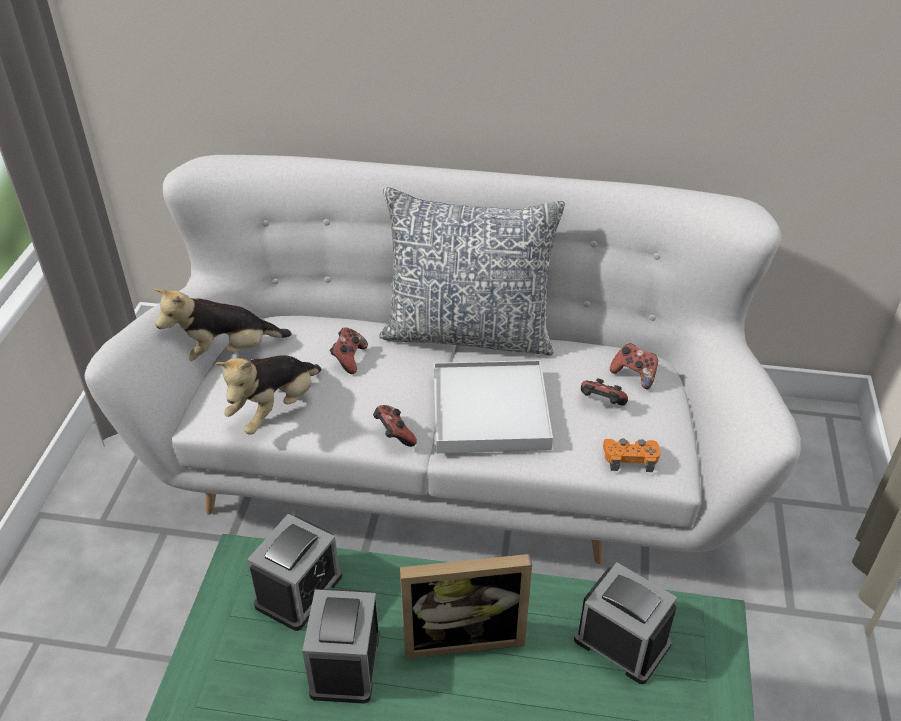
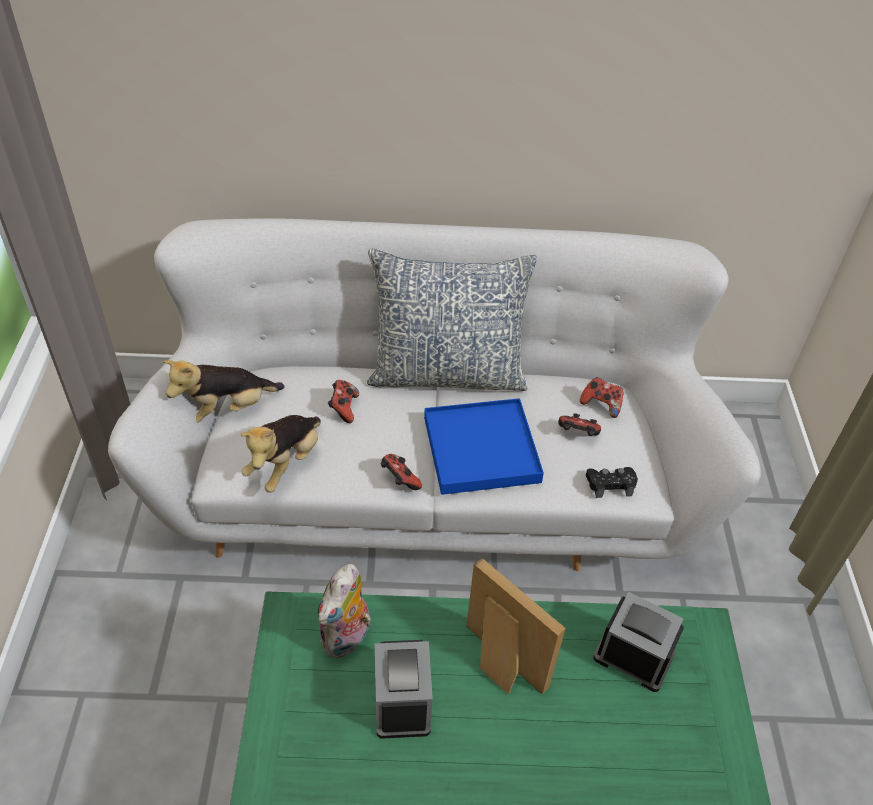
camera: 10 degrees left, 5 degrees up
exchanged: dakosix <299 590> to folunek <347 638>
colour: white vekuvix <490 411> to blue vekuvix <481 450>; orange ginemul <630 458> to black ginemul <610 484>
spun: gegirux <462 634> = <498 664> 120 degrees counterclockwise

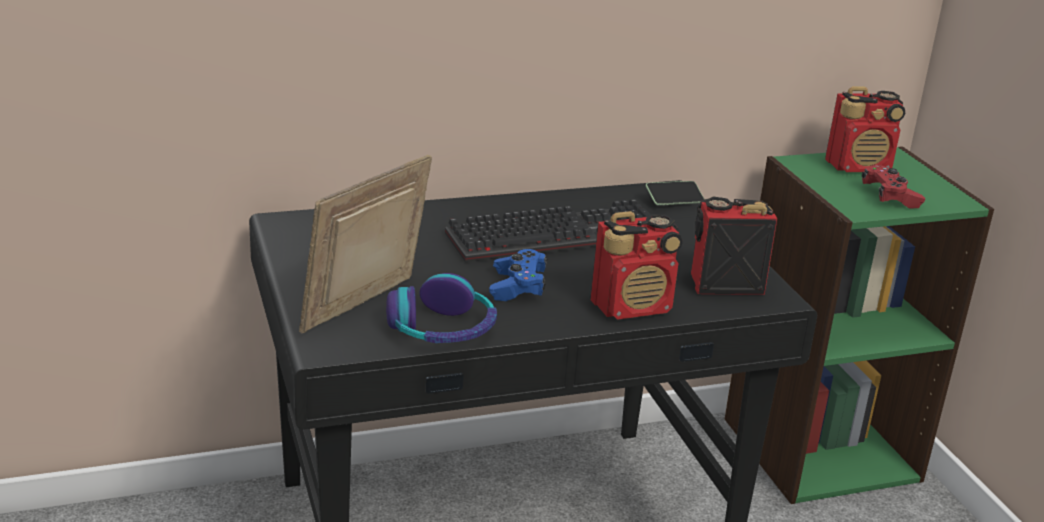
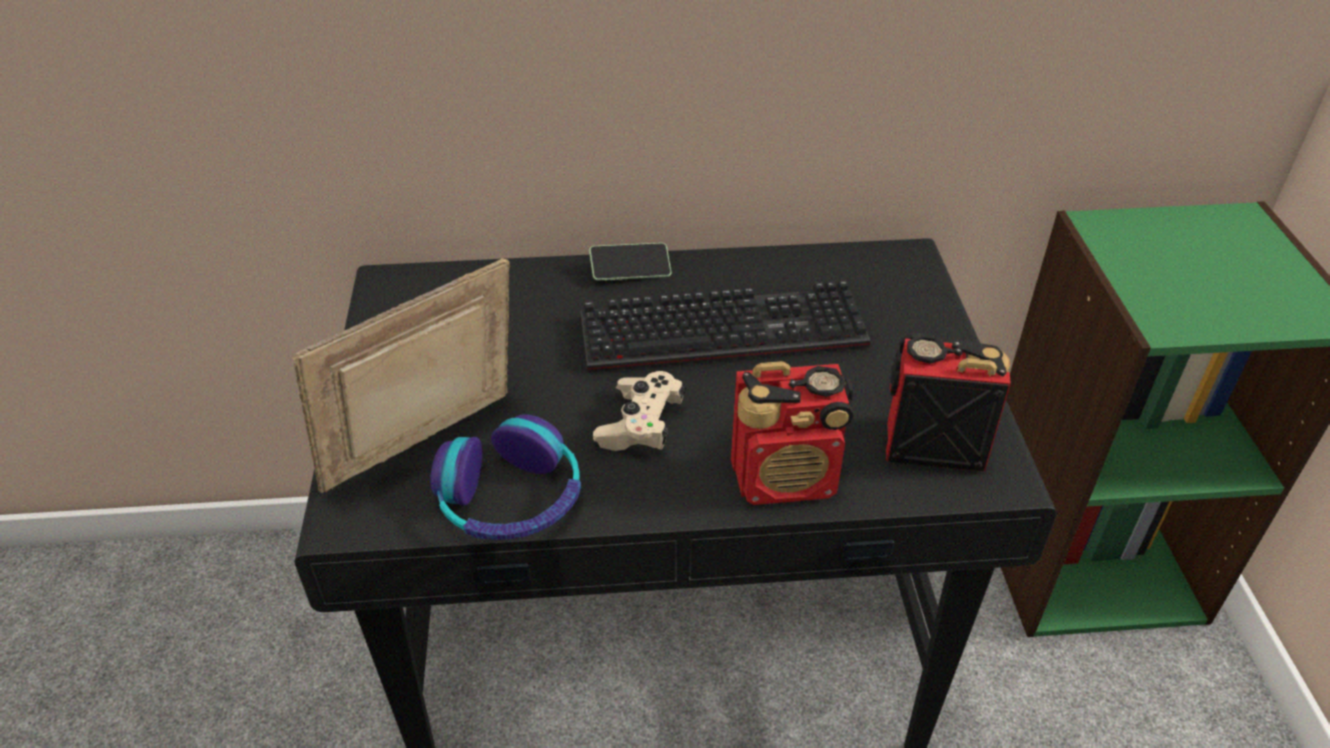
camera: 15 degrees right, 15 degrees up
missing: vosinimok <859 166>; red ginemul <890 197>
relocated: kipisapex <674 201> to <630 271>
colour: blue ginemul <517 287> to beige ginemul <640 425>

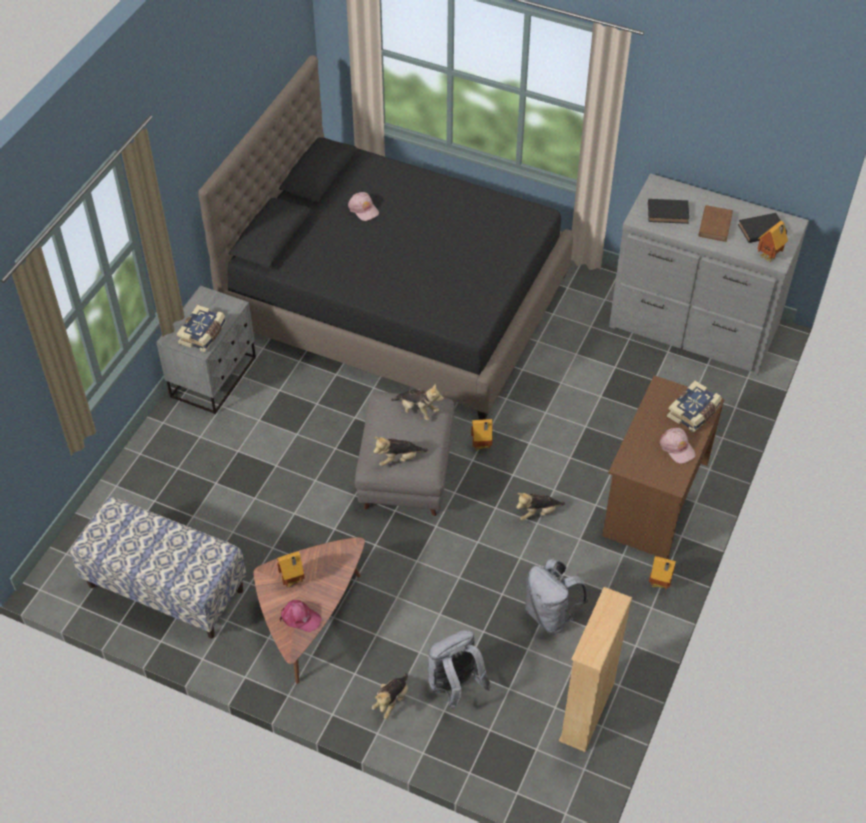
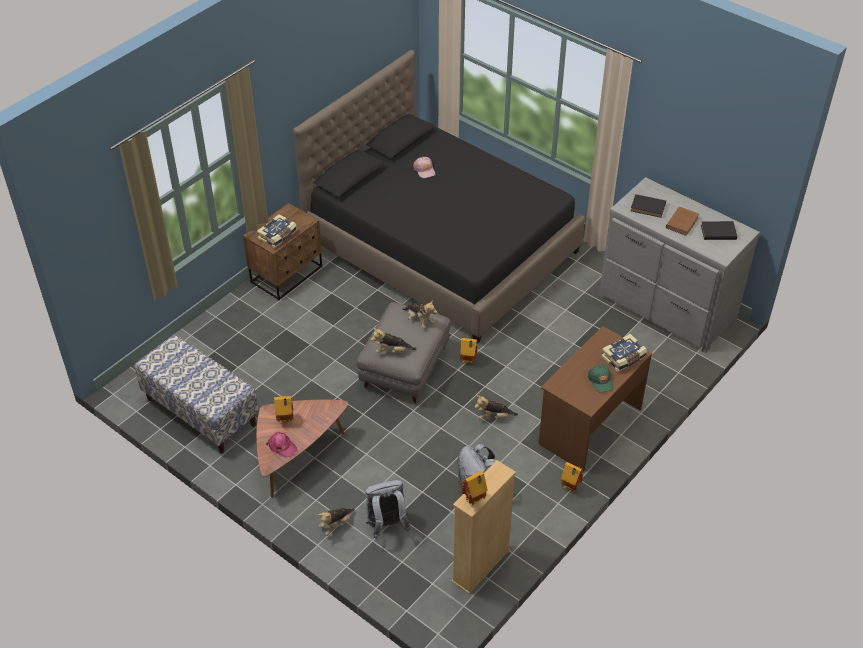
camera: 15 degrees right, 5 degrees down
relocated: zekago <769 257> to <474 500>
colour: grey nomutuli <214 377> to brown nomutuli <287 275>; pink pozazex <677 448> to green pozazex <601 380>

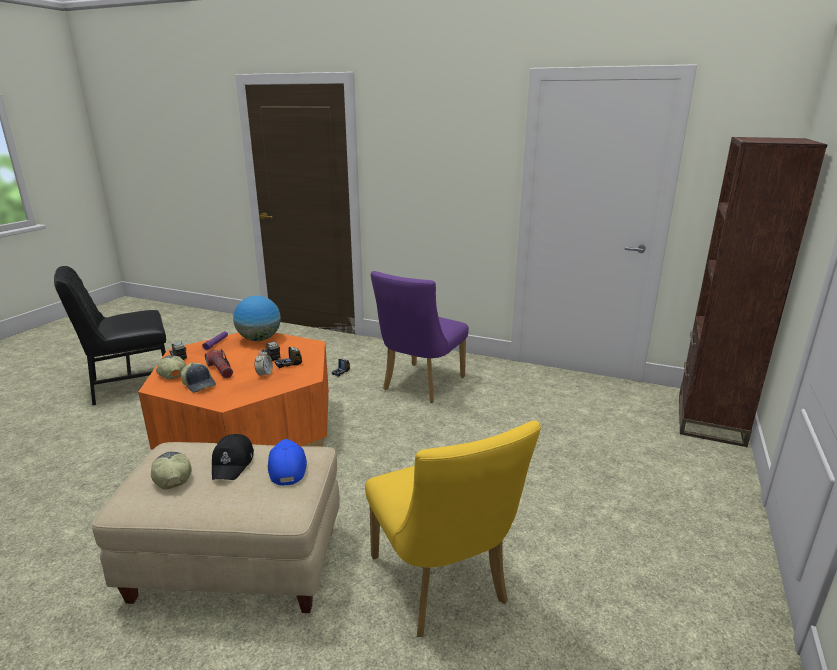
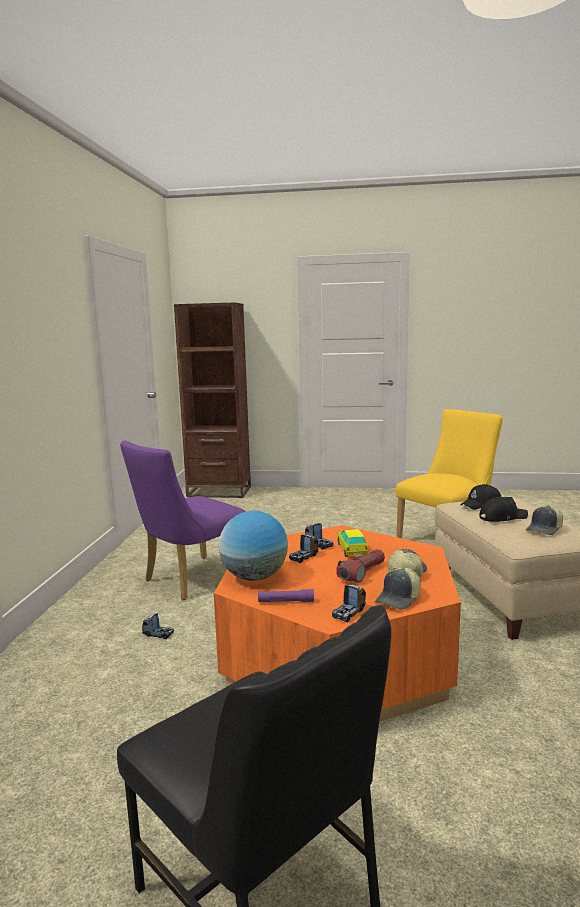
camera: 105 degrees left, 10 degrees down
exchanged: dakosix <264 374> to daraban <352 549>
colour: blue pozazex <287 467> to black pozazex <481 504>
spun: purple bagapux <420 385> = <189 580> 120 degrees clockwise

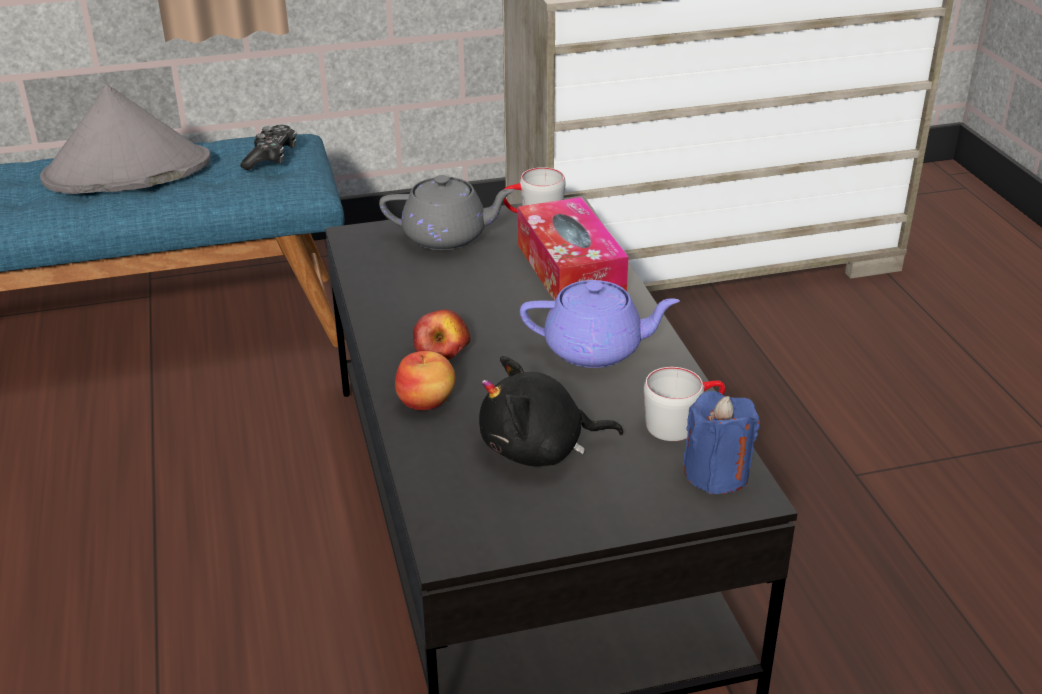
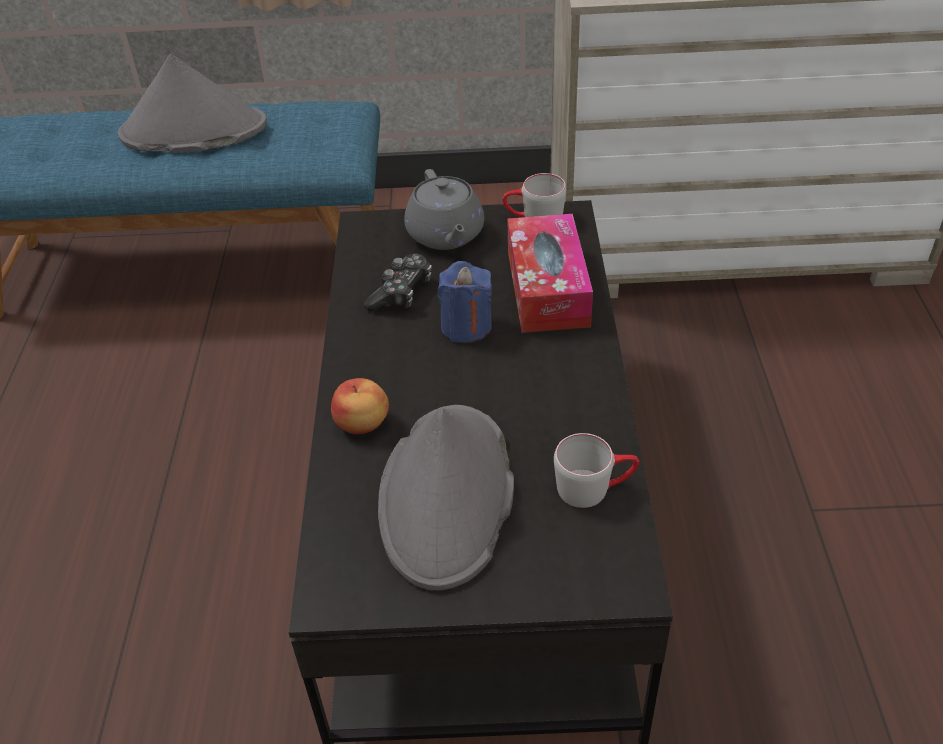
camera: 15 degrees right, 10 degrees up
missing: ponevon <442 349>; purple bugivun <596 349>
relocated: ginemul <271 158> to <401 293>; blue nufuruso <716 473> to <466 326>
exchanged: black folunek <539 449> to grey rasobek <447 496>
spun: grey bugivun <447 237> = <446 235> 60 degrees clockwise

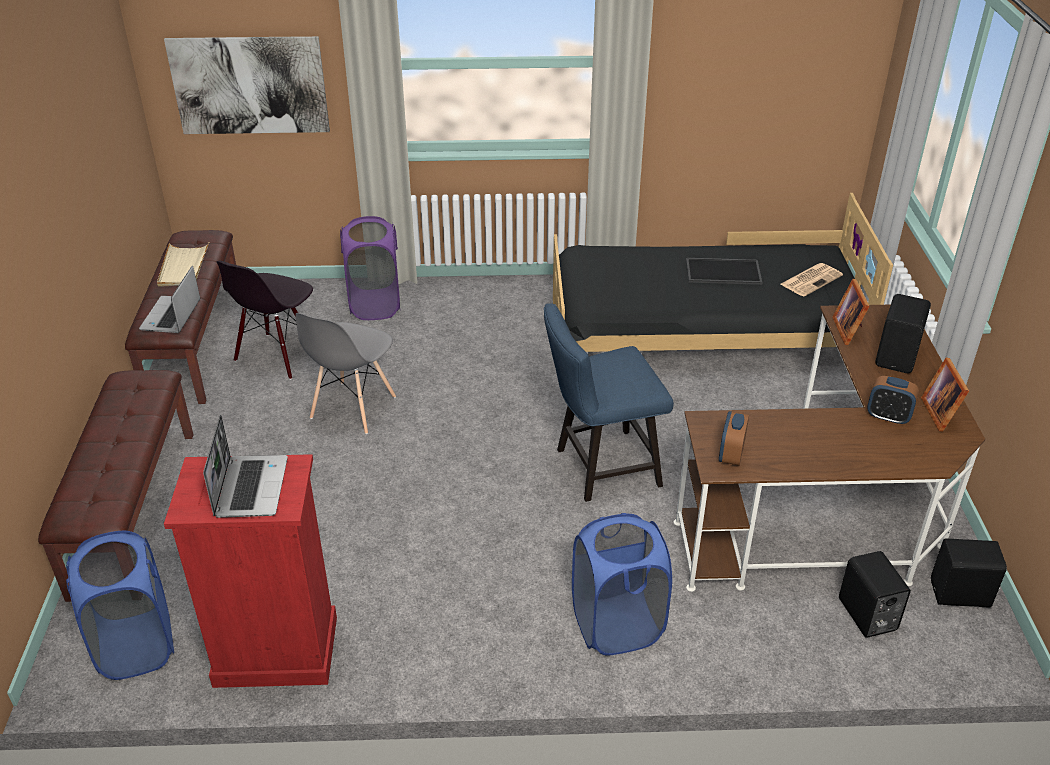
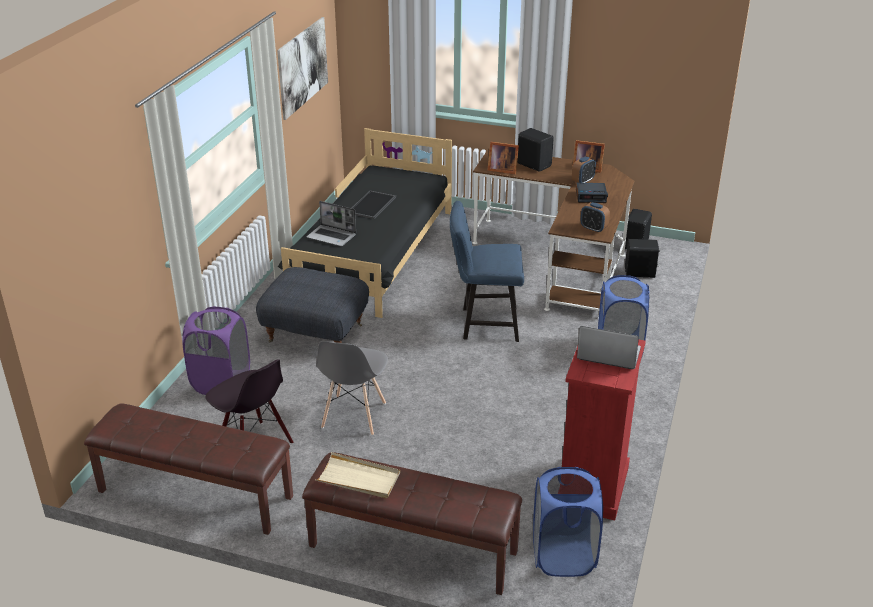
camera: 70 degrees left, 5 degrees down
missing: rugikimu <811 279>
appeared: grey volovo <316 333>; dakosix <591 196>
relocated: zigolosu <171 316> to <332 236>; beige vekuvix <183 267> to <359 478>; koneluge <249 85> to <303 67>
spun: grey bagapux <353 408> = <353 416> 60 degrees clockwise; blue bagapux <600 468> = <484 324> 90 degrees clockwise

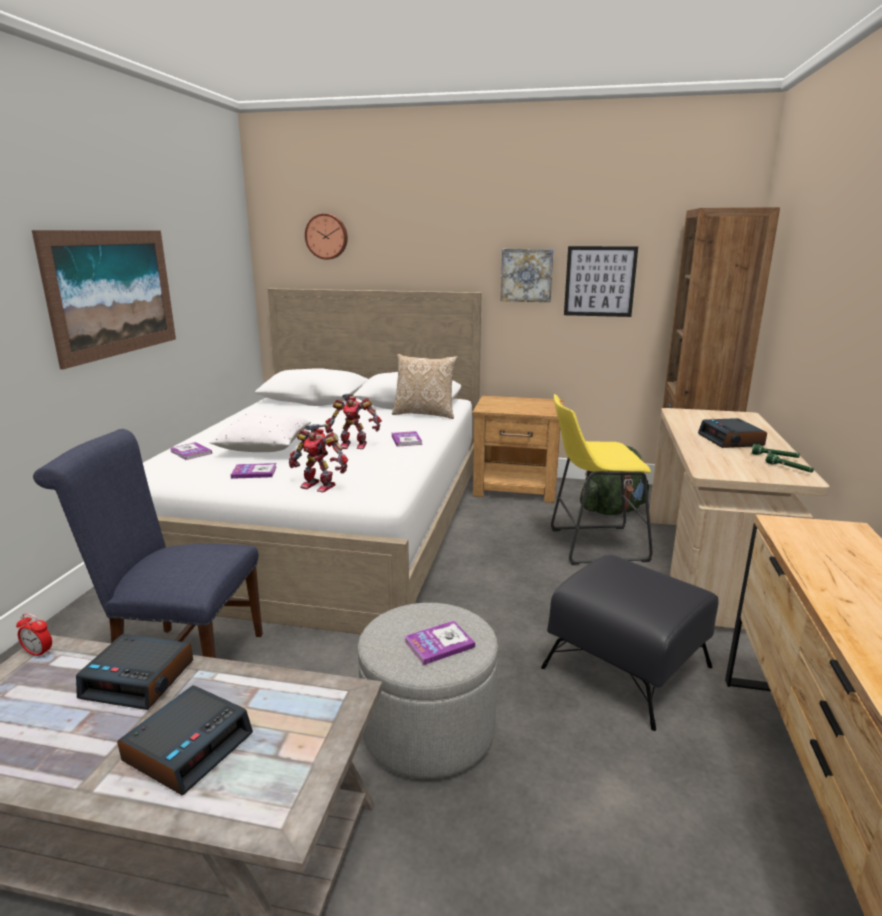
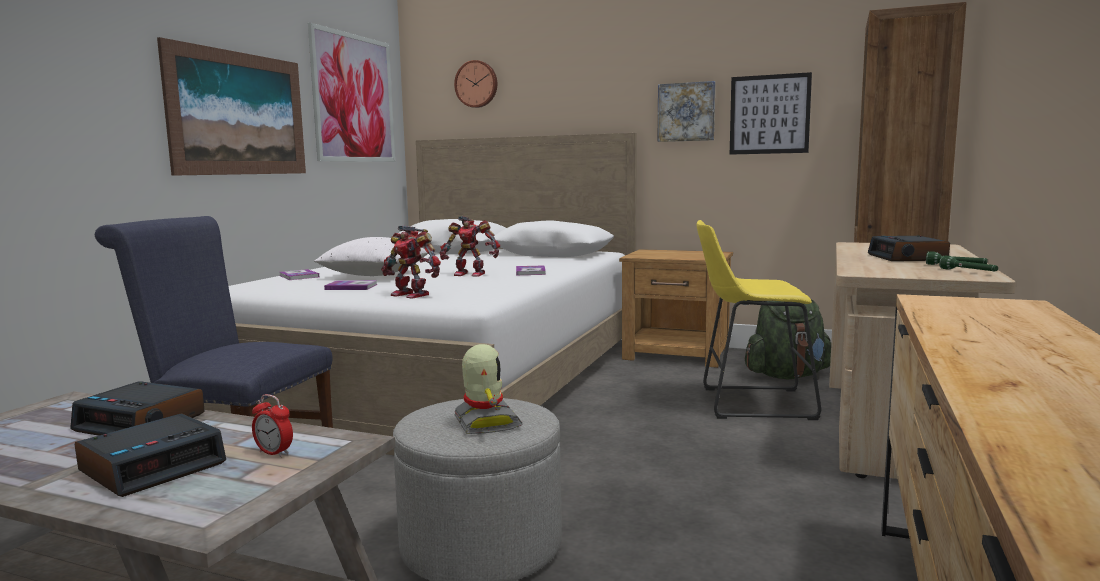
camera: 10 degrees right, 10 degrees down
missing: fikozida <425 414>; black volovo <627 668>
appeared: koneluge <354 98>
relocated: dakosix <38 653> to <274 453>
exchanged: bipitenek <439 644> to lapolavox <485 423>

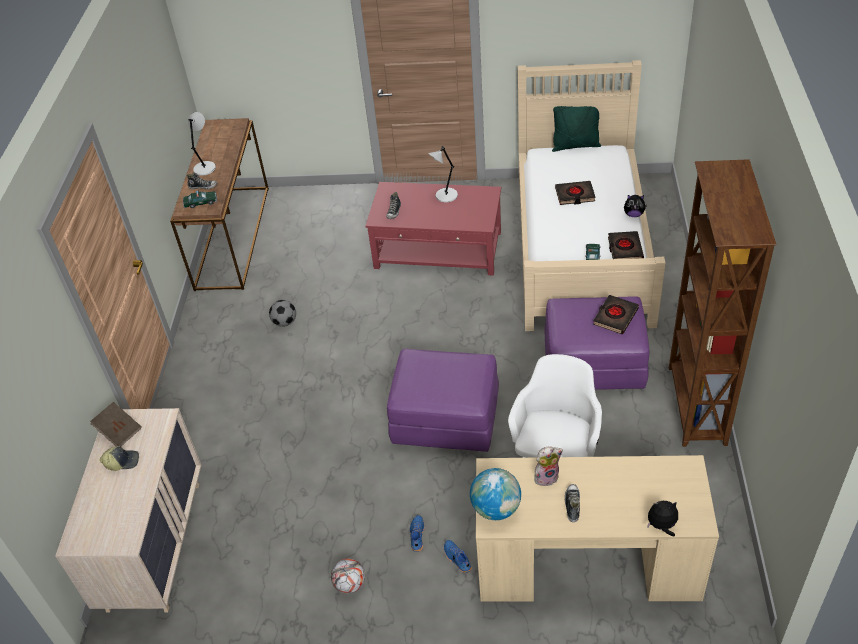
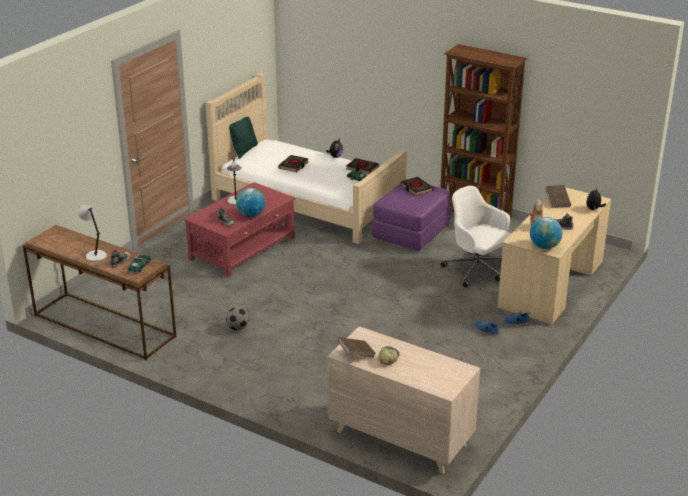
camera: 65 degrees left, 15 degrees down
missing: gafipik <350 584>; purple volovo <444 419>
appeared: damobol <251 215>; brown bipitenek <557 202>

